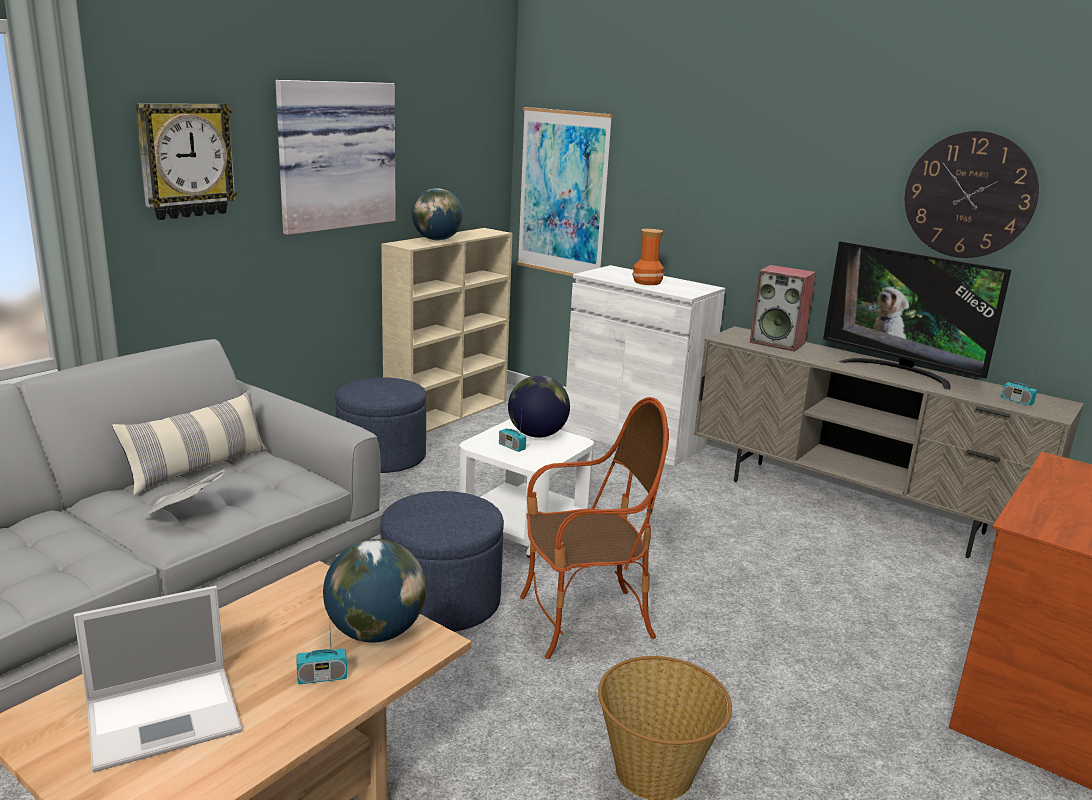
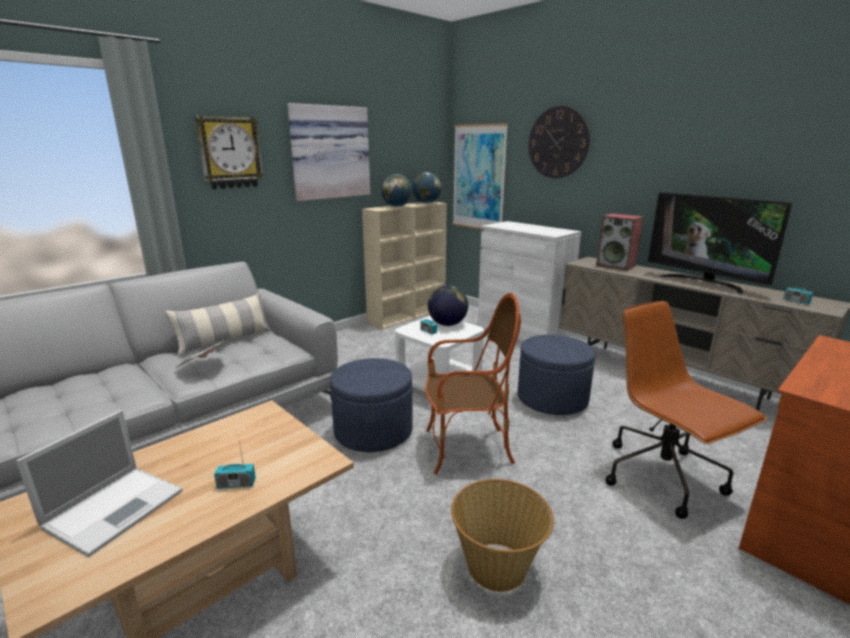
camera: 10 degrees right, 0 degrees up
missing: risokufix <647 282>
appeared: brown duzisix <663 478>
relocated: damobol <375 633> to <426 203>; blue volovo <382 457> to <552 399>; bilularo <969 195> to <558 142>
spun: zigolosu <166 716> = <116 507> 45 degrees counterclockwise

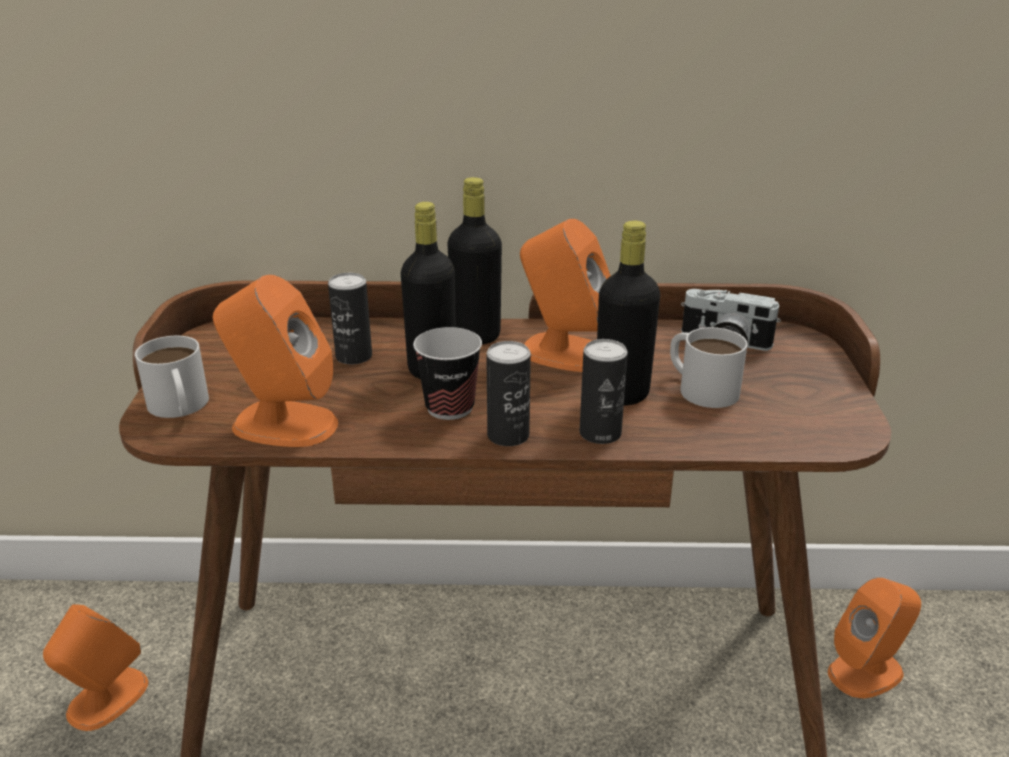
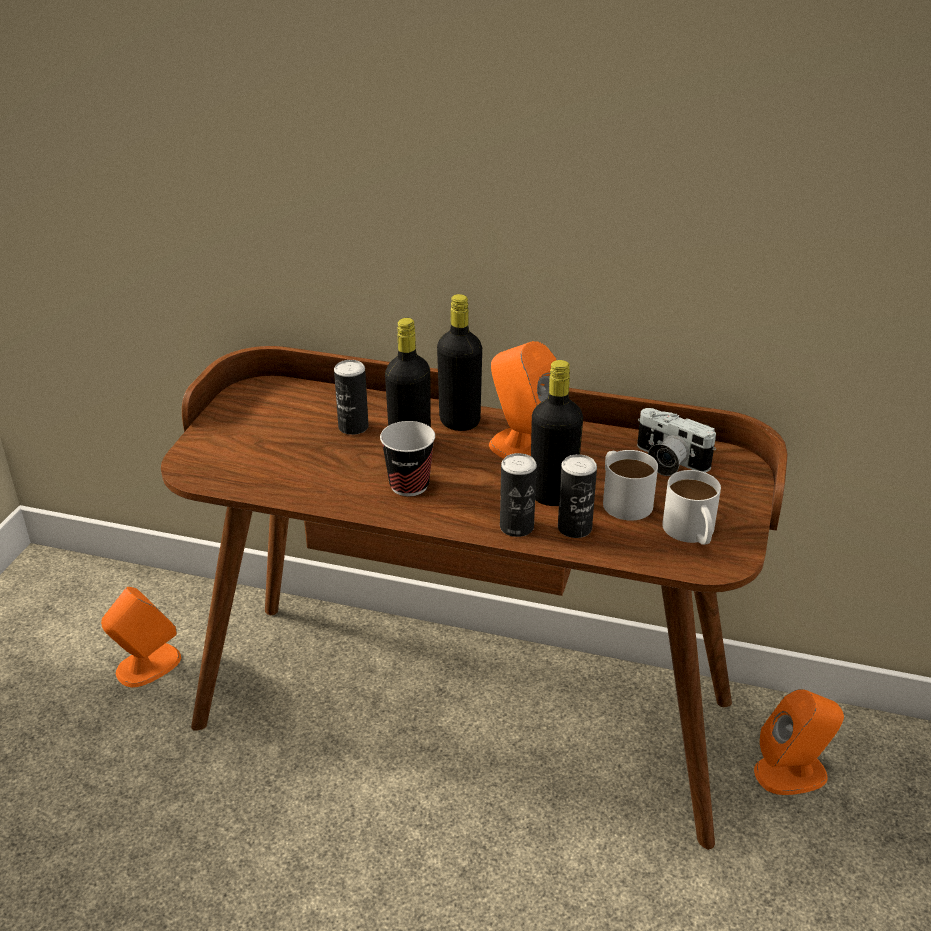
camera: 15 degrees right, 5 degrees up
missing: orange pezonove <283 424>
relocated: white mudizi <180 408> to <692 533>; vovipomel <508 435> to <574 528>

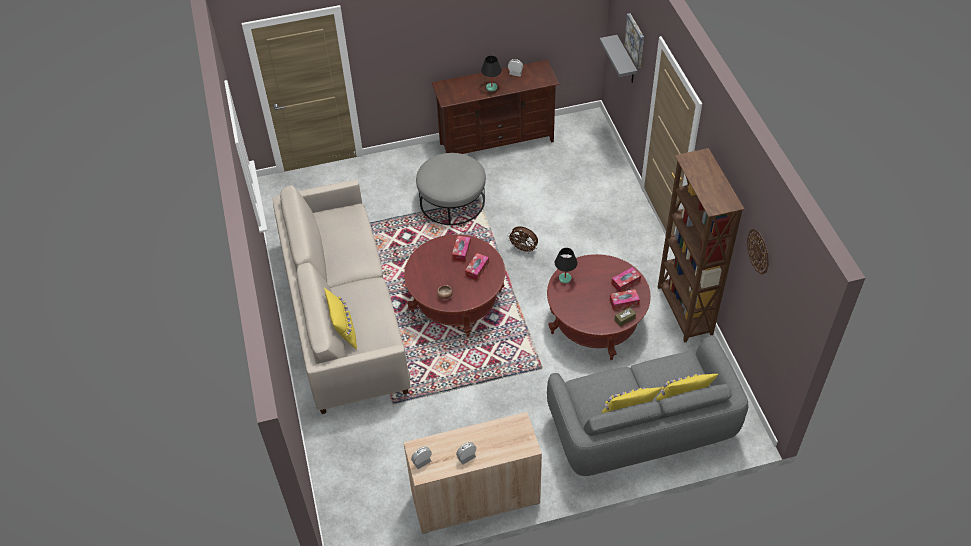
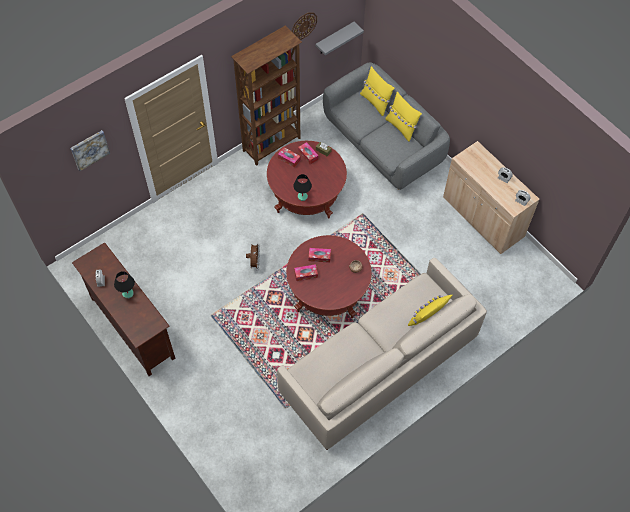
camera: 115 degrees left, 10 degrees up
missing: grey volovo <452 201>
relocated: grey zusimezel <626 60> to <334 38>

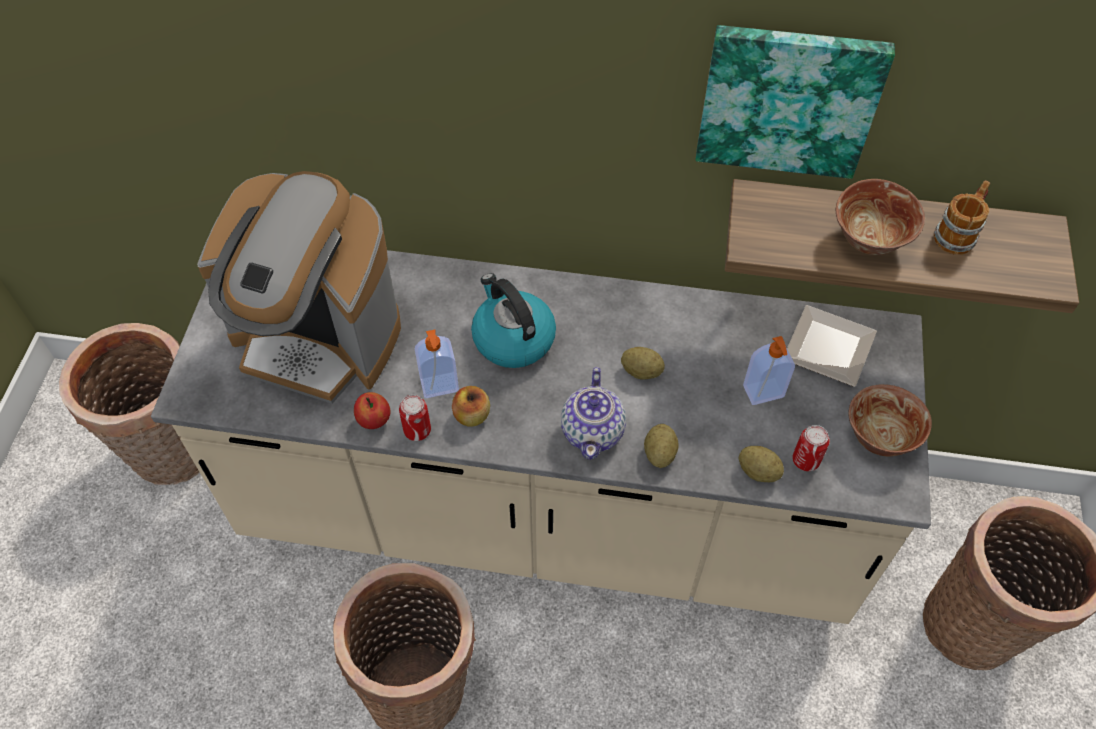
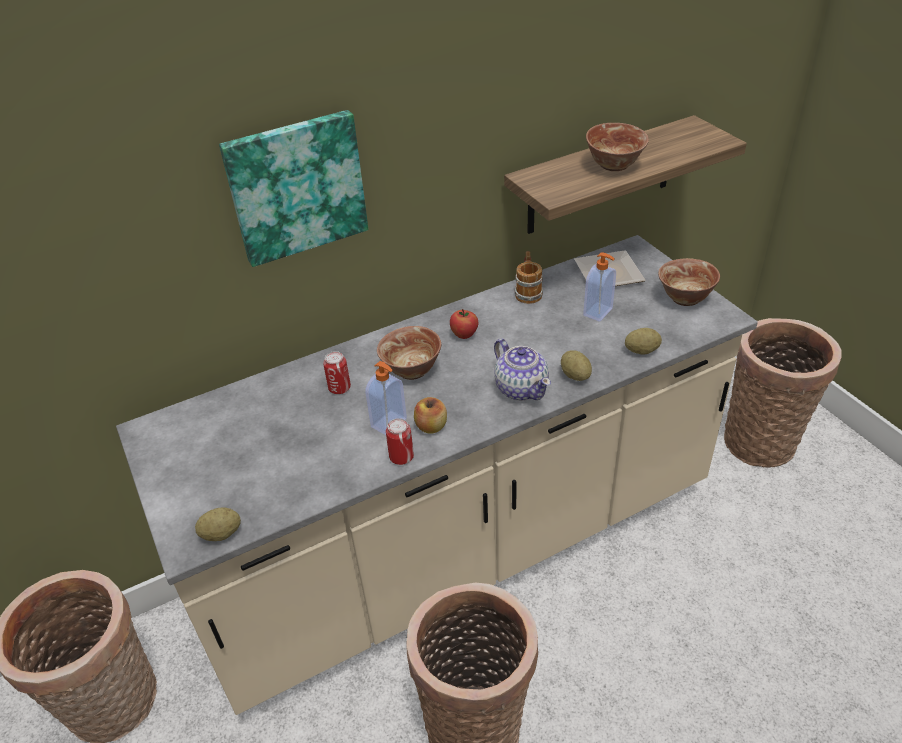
camera: 35 degrees left, 15 degrees down
missing: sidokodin <318 340>
relocated: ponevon <374 420> to <464 335>; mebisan <641 371> to <221 534>; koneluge <788 99> to <296 187>; vovipomel <805 460> to <339 388>; mudizi <958 234> to <528 292>
exchanged: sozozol <512 338> to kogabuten <411 370>

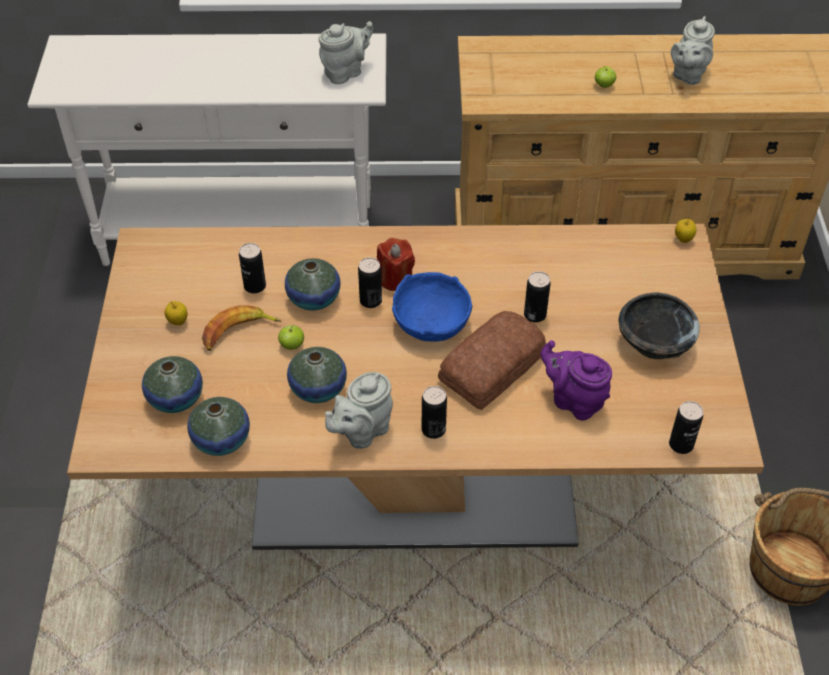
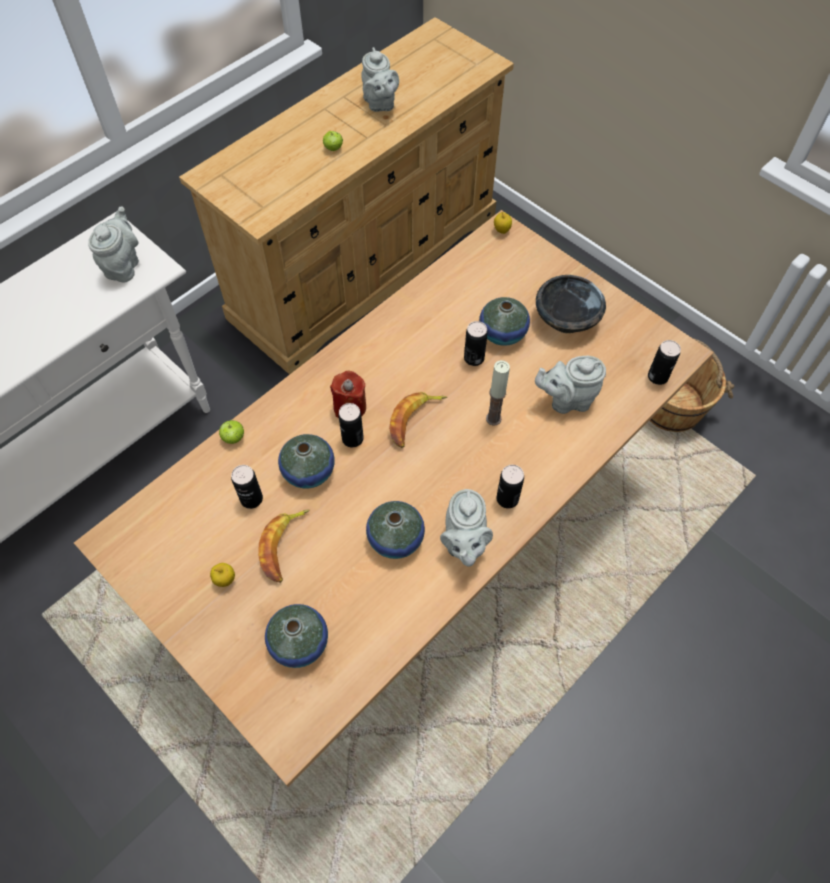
camera: 45 degrees left, 10 degrees up
relocated: risokufix <221 439> to <502 333>; ponevon <292 345> to <233 438>
exchanged: blue kogabuten <431 323> to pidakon <414 421>; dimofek <495 368> to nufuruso <493 418>
colour: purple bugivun <574 400> to grey bugivun <566 400>

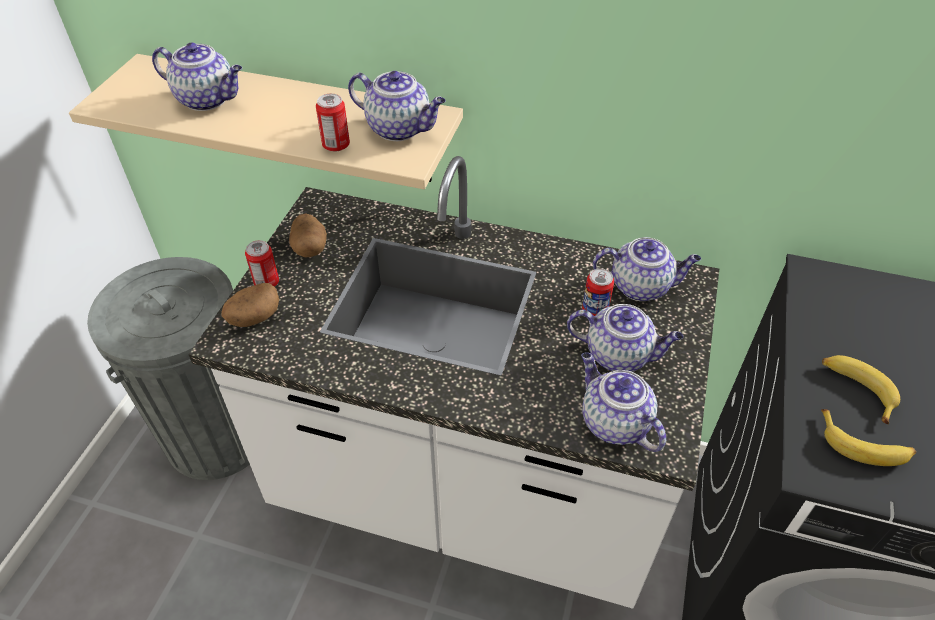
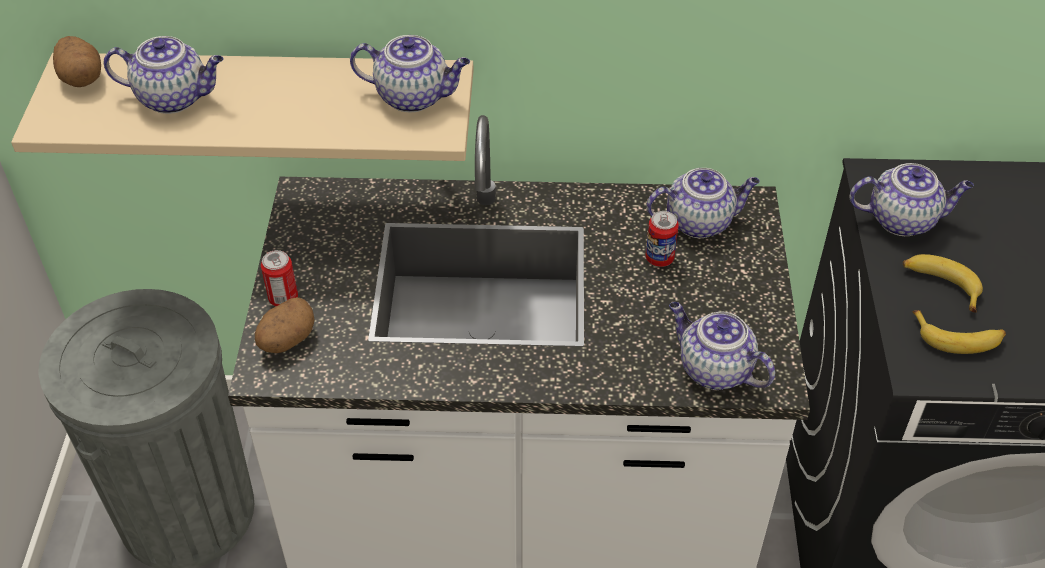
camera: 15 degrees left, 0 degrees up
missing: vovipomel <336 145>
relocated: mebisan <310 247> to <81 77>; bugivun <619 355> to <903 219>

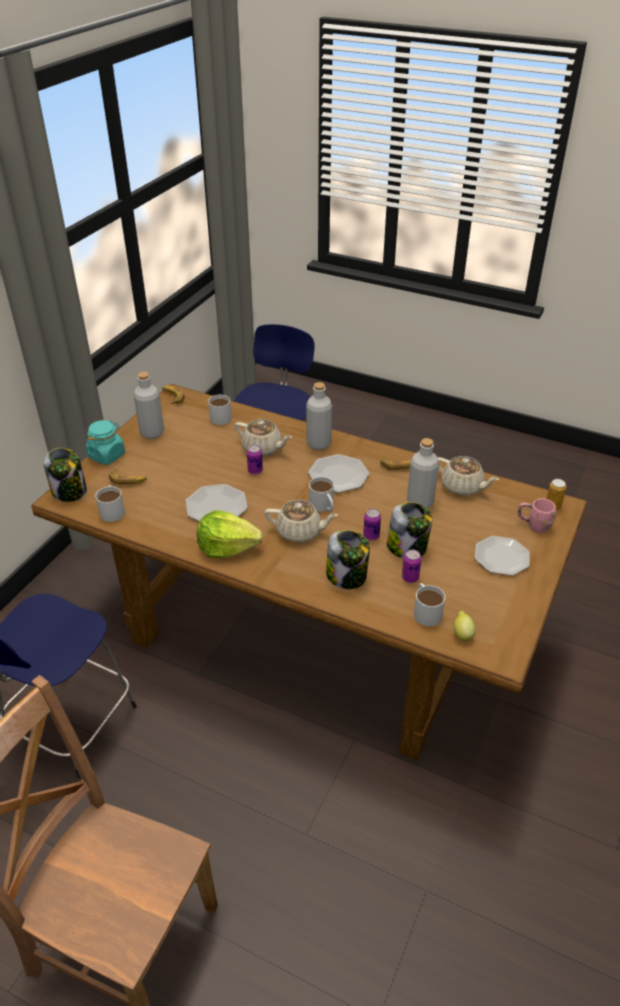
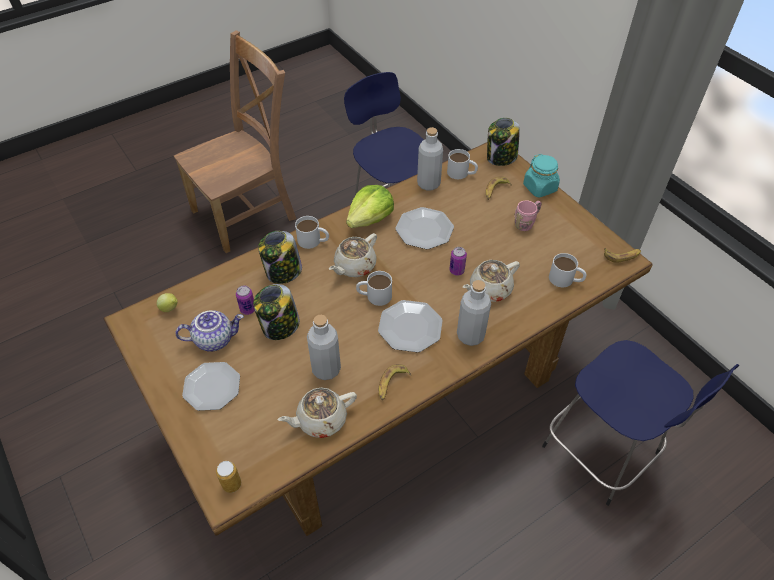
camera: 120 degrees right, 10 degrees up
missing: vovipomel <371 536>
appeared: bugivun <214 339>
relocated: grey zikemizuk <152 433> to <428 184>; white mudizi <425 610> to <313 241>; pink mudizi <533 525> to <526 223>

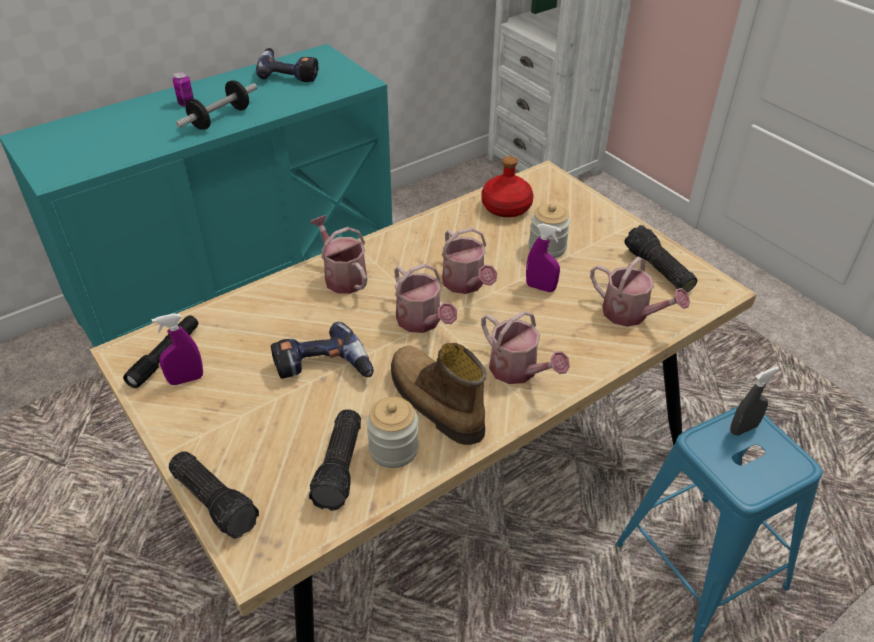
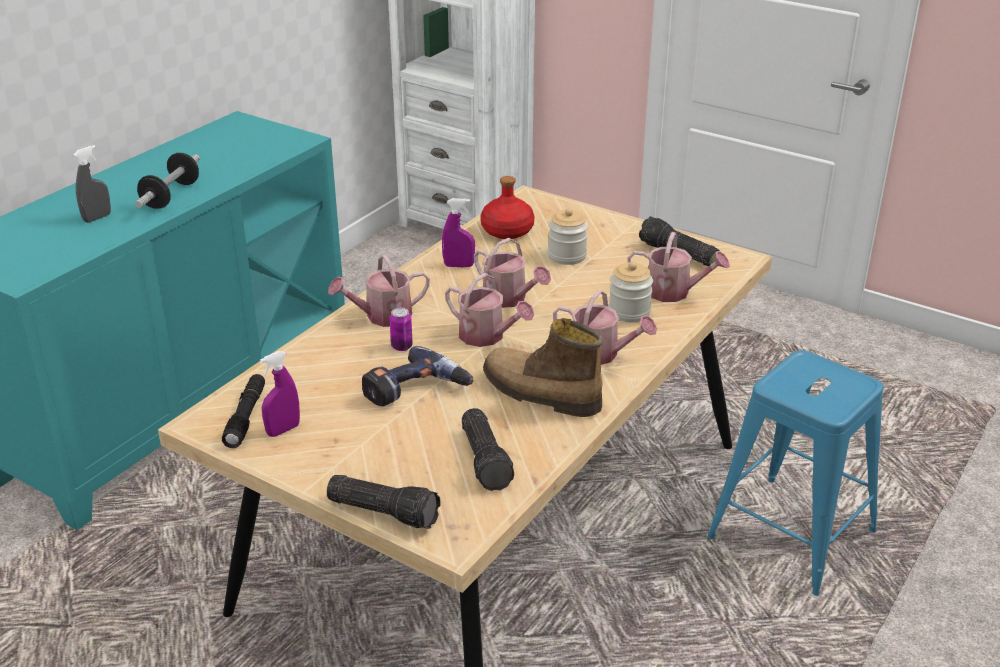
camera: 20 degrees left, 10 degrees down
missing: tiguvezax <289 73>
relocated: vovipomel <186 103> to <401 346>; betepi <393 449> to <629 312>; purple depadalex <540 287> to <459 266>; grey depadalex <743 429> to <97 218>
spun: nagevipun <342 276> = <382 316> 60 degrees counterclockwise

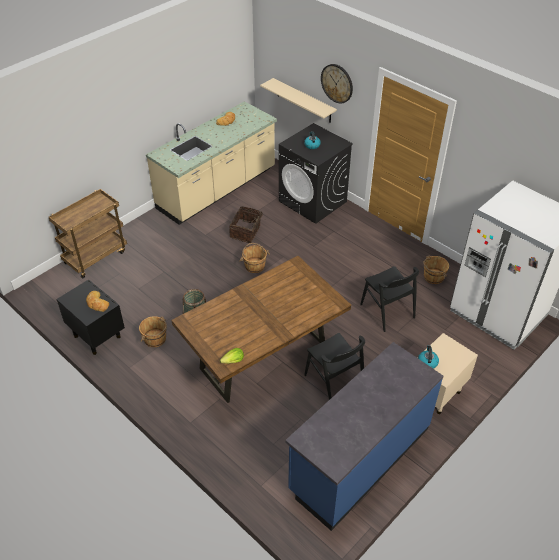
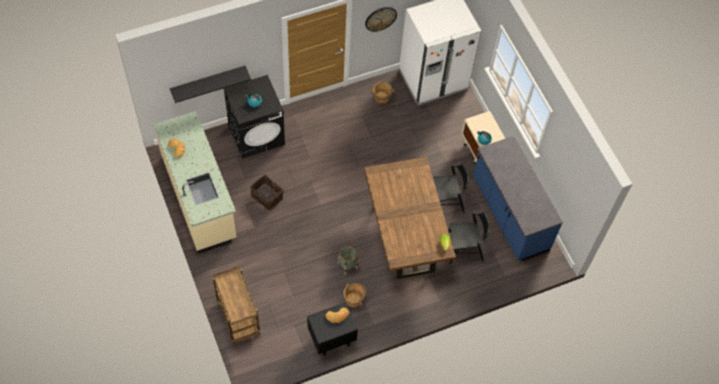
camera: 70 degrees left, 15 degrees up
missing: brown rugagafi <254 265>
relocated: bilularo <337 83> to <380 18>; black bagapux <387 311> to <464 249>
colour: beige zusimezel <304 101> to black zusimezel <208 81>

